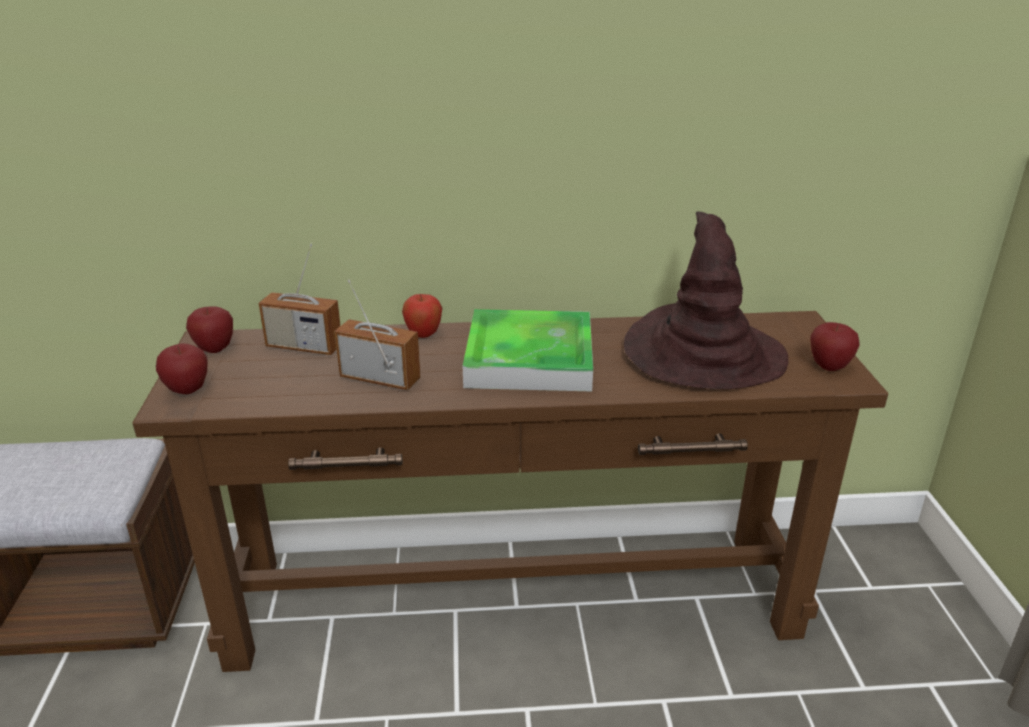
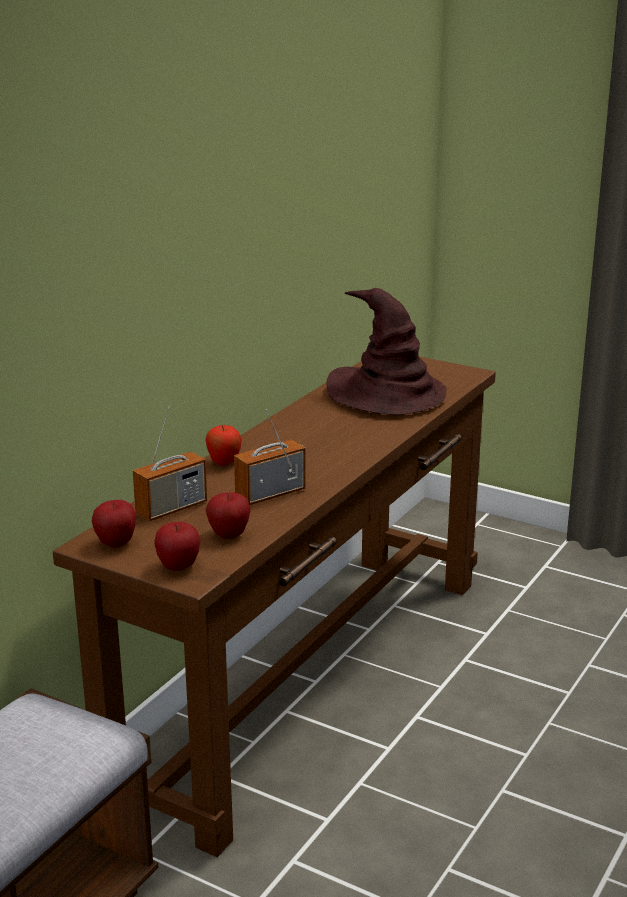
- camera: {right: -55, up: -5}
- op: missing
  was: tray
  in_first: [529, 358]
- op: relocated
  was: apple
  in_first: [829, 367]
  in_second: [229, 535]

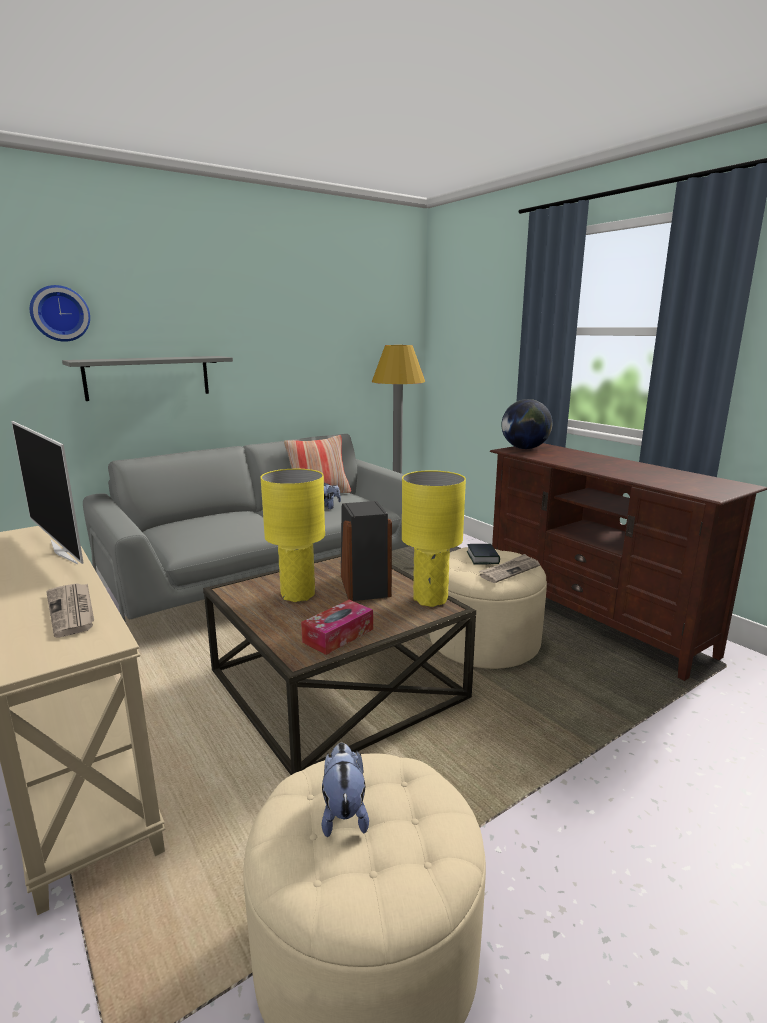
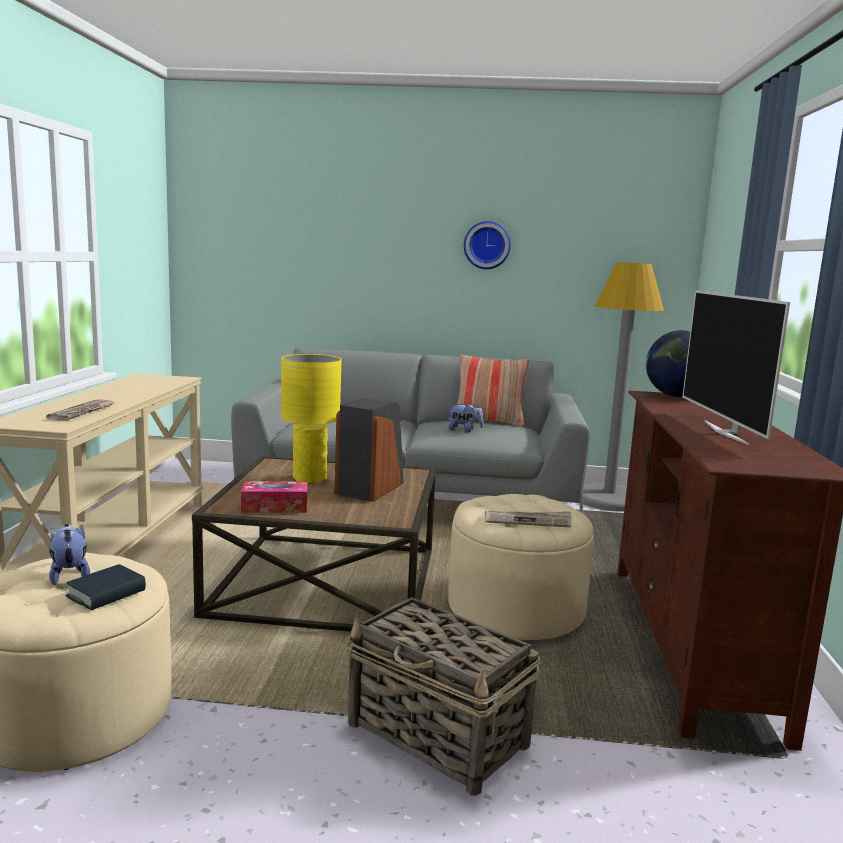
- camera: {right: 40, up: -5}
- op: relocated
  was: TV set
  in_first: [65, 551]
  in_second: [726, 432]
- op: relocated
  was: wall clock
  in_first: [59, 313]
  in_second: [487, 245]
- op: missing
  was: greyish shelf
  in_first: [148, 377]
- op: spun
  was: cuddly toy
  in_first: [344, 812]
  in_second: [69, 575]
  clockwise: -60
- op: missing
  was: yellow-coloured tabletop lamp
  in_first: [430, 599]
- op: relocated
  was: book
  in_first: [482, 558]
  in_second: [106, 594]
- op: appeared
  now: household basket
  in_second: [438, 736]

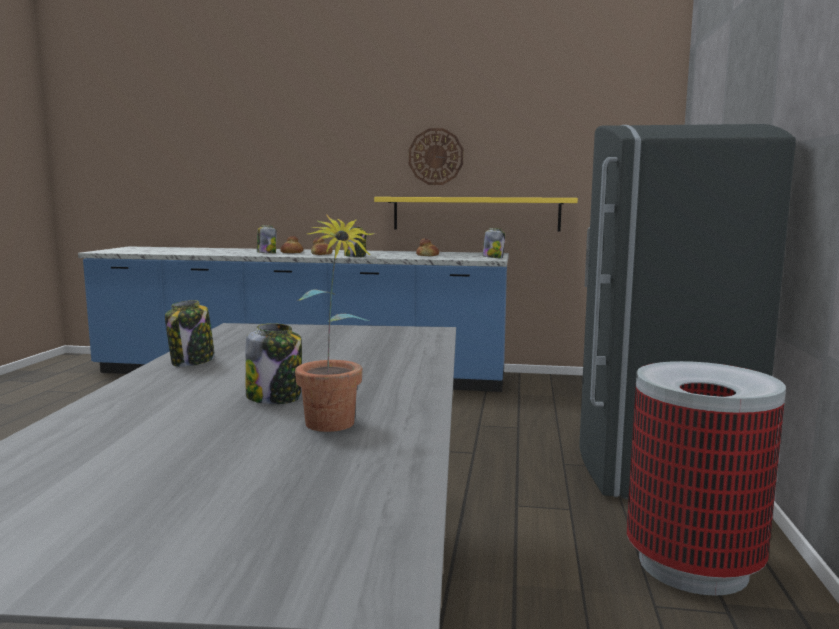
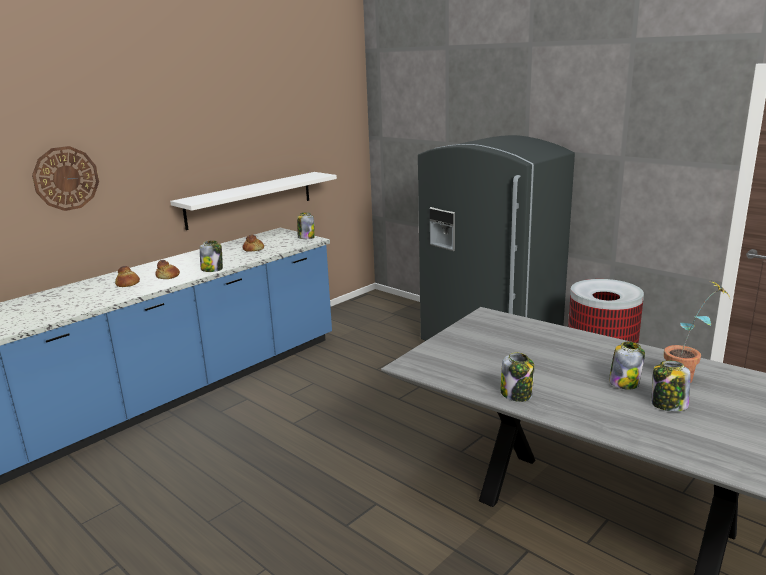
- camera: {right: -55, up: 10}
- op: relocated
  was: preserve jar
  in_first: [266, 253]
  in_second: [668, 405]
- op: colour
  was: yellow-coloured shelf
  now: white-coloured shelf
  in_first: [476, 213]
  in_second: [250, 199]
- op: relocated
  was: wall clock
  in_first: [436, 156]
  in_second: [66, 178]

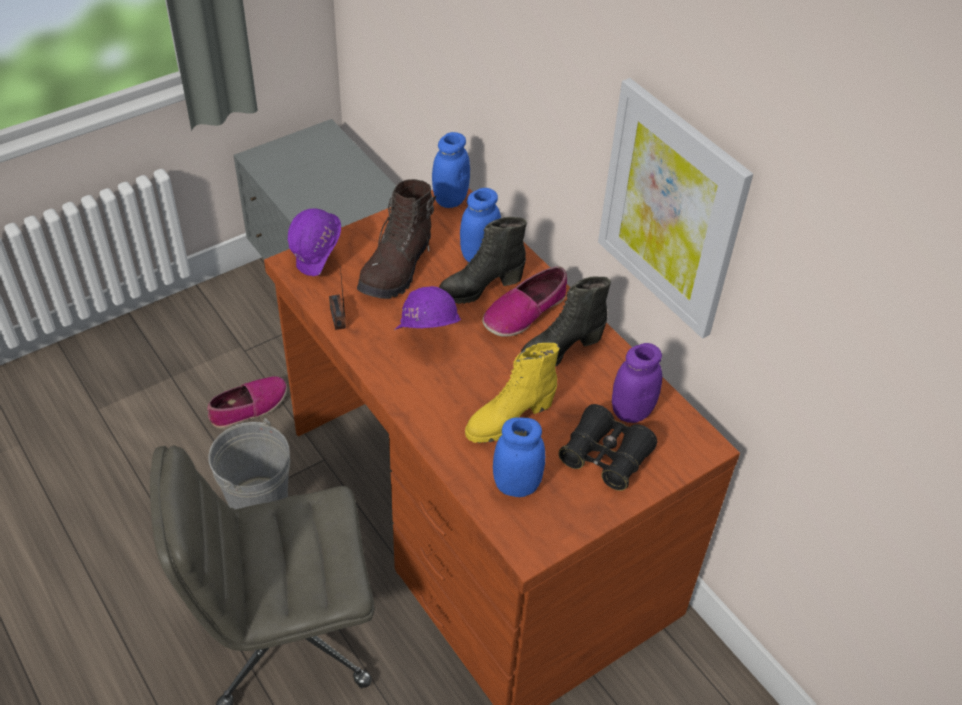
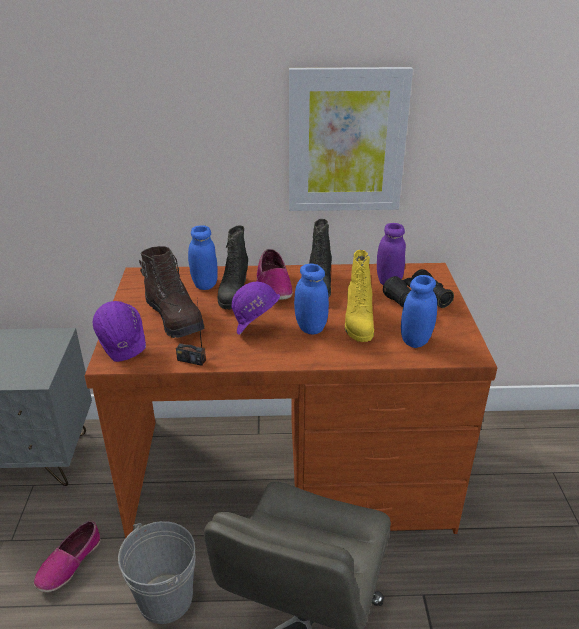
- camera: {right: -55, up: -15}
- op: spun
  was: low shoe
  in_first: [249, 407]
  in_second: [69, 563]
  clockwise: -150
- op: relocated
  was: blue-coloured preserve jar
  in_first: [450, 199]
  in_second: [310, 327]

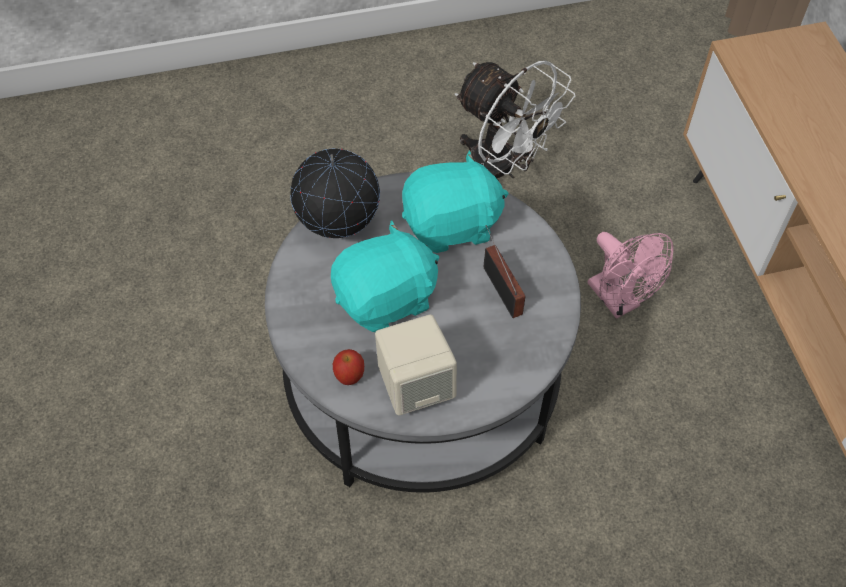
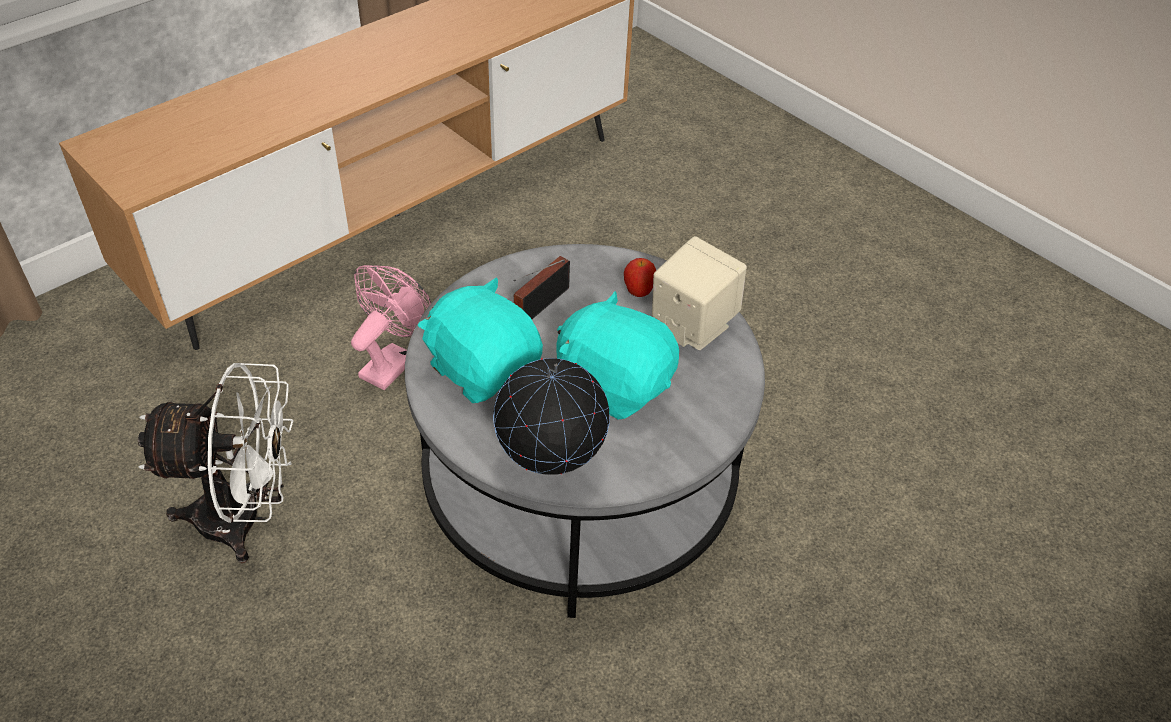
- camera: {right: -120, up: -10}
- op: relocated
  was: apple
  in_first: [349, 377]
  in_second: [638, 292]
- op: spun
  was: white-coloured electric fan
  in_first: [502, 170]
  in_second: [246, 519]
  clockwise: 75

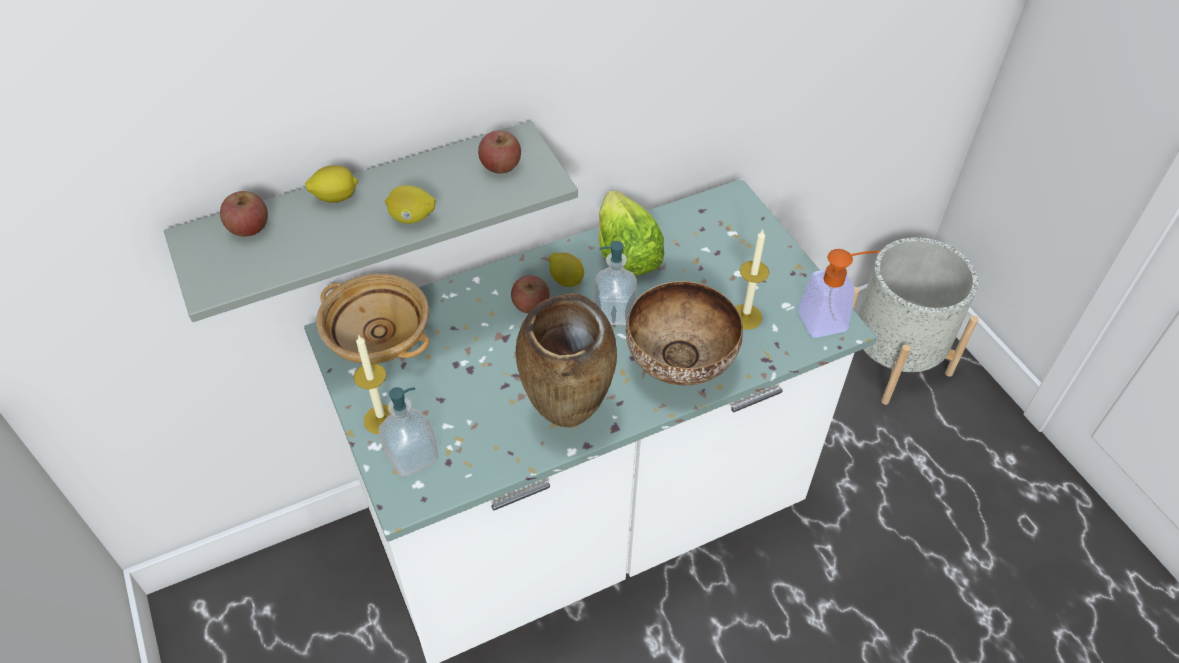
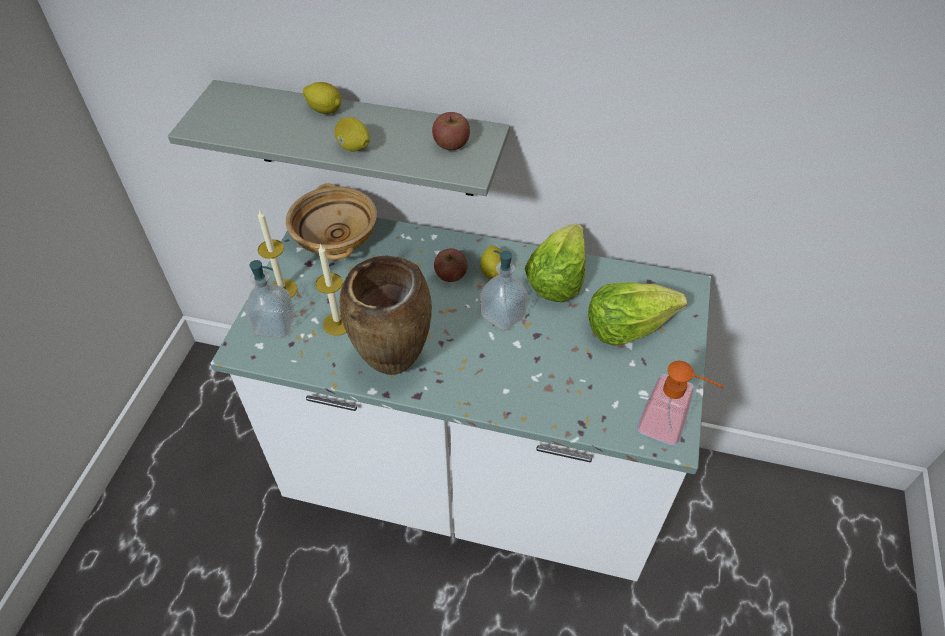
- camera: {right: 40, up: 0}
- op: missing
  was: apple
  in_first: [249, 228]
- op: missing
  was: bowl
  in_first: [678, 367]
- op: relocated
  was: wax light
  in_first: [745, 316]
  in_second: [338, 323]
- op: missing
  was: greyish planter
  in_first: [892, 359]
- op: appeared
  now: lettuce head
  in_second: [627, 325]

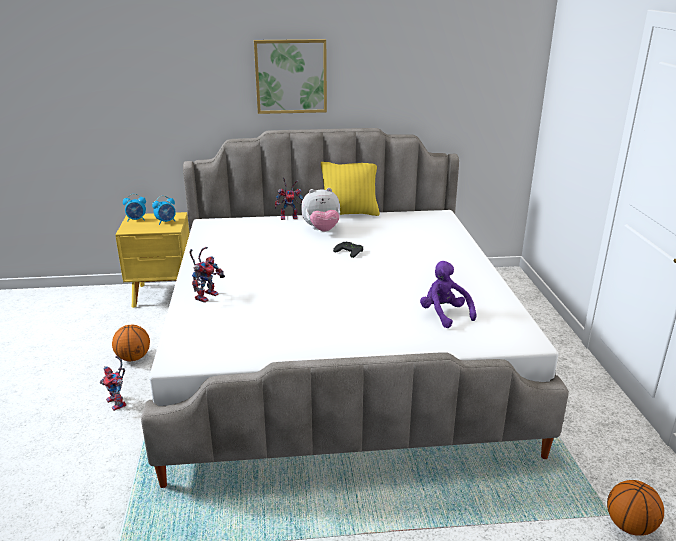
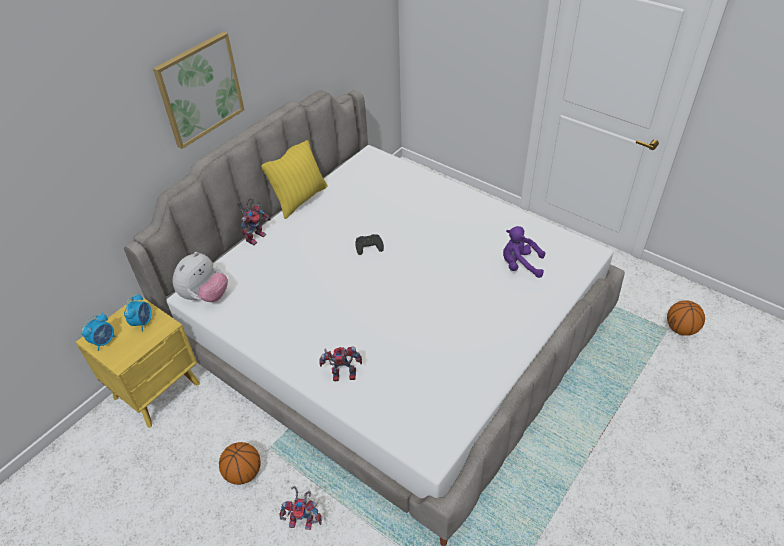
- camera: {right: -45, up: 20}
- op: spun
  was: toy robot
  in_first: [206, 295]
  in_second: [342, 376]
  clockwise: -75
- op: relocated
  was: cuddly toy
  in_first: [322, 230]
  in_second: [205, 296]

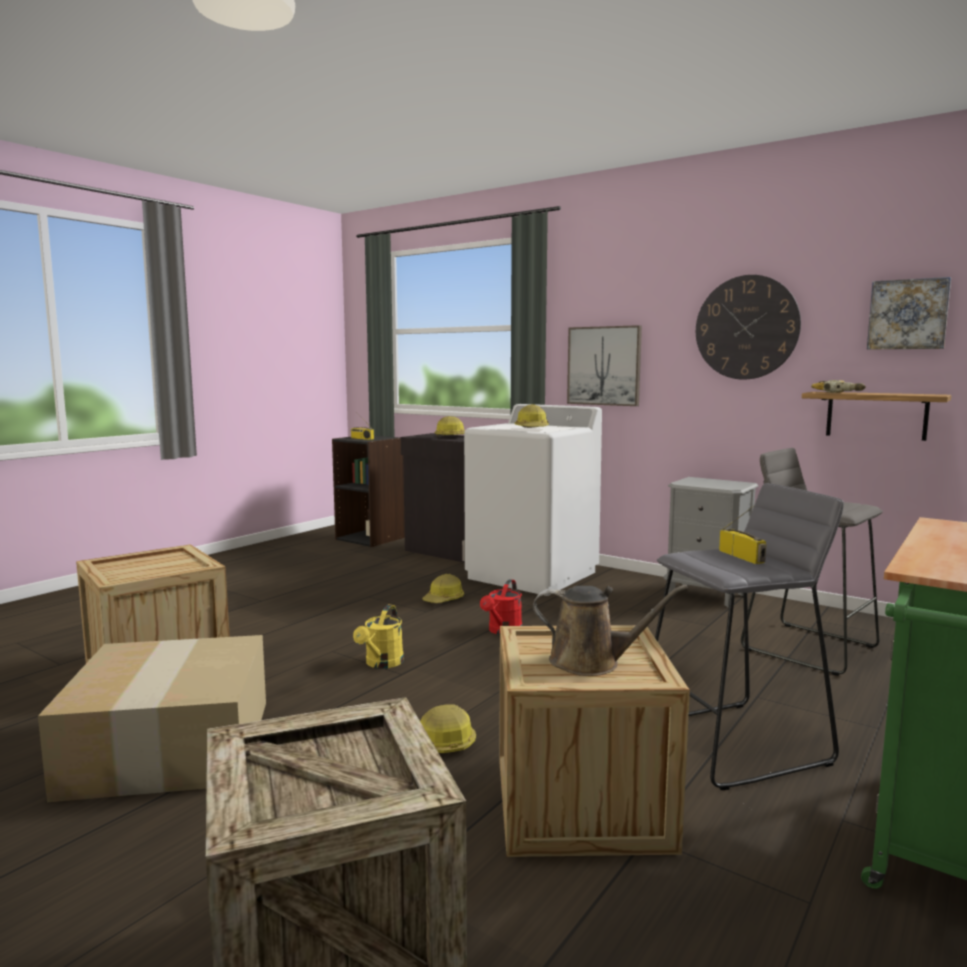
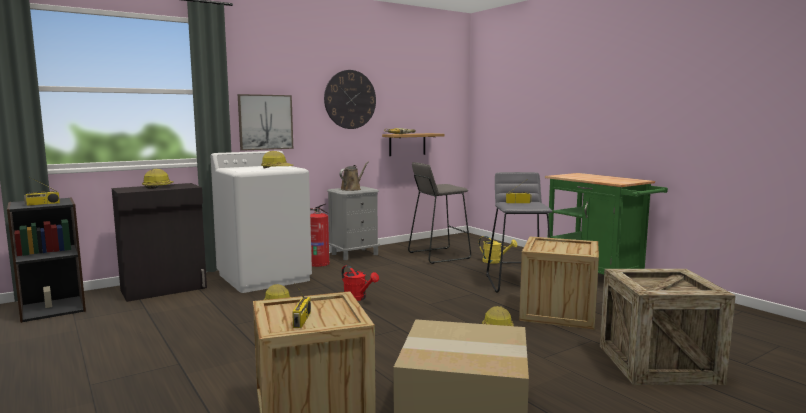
- camera: {right: -70, up: 0}
- op: relocated
  was: yellow-coloured watering pot
  in_first: [381, 664]
  in_second: [495, 261]
- op: relocated
  was: brownish watering pot
  in_first: [591, 662]
  in_second: [352, 189]
- op: missing
  was: wall art
  in_first: [908, 314]
- op: appeared
  now: radio
  in_second: [302, 320]
- op: appeared
  now: fire-fighting cylinder
  in_second: [318, 263]

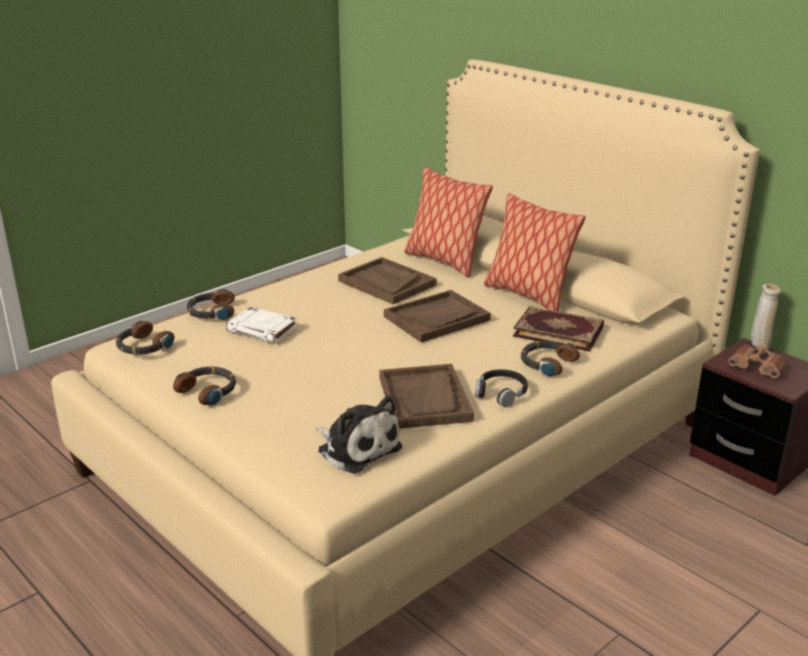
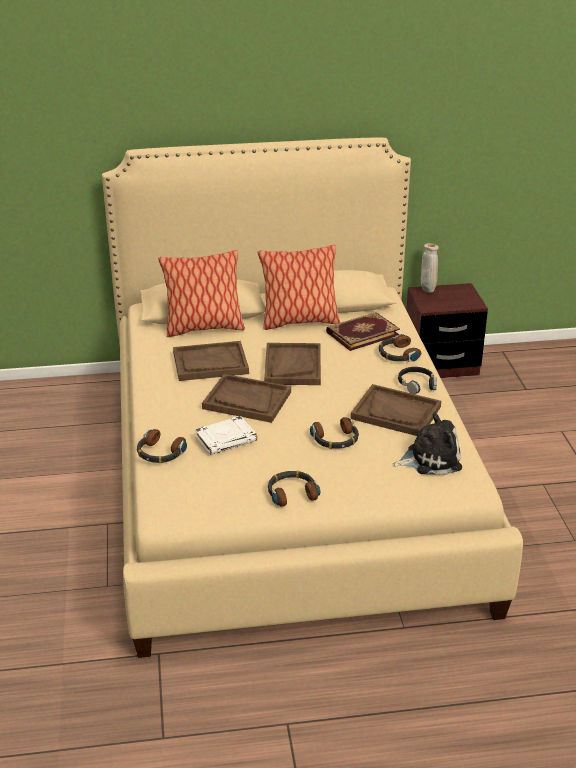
- camera: {right: -55, up: 5}
- op: relocated
  was: pair of headphones
  in_first: [143, 347]
  in_second: [335, 440]
- op: missing
  was: brownish binoculars
  in_first: [758, 370]
- op: appeared
  now: brownish tray
  in_second: [246, 400]

